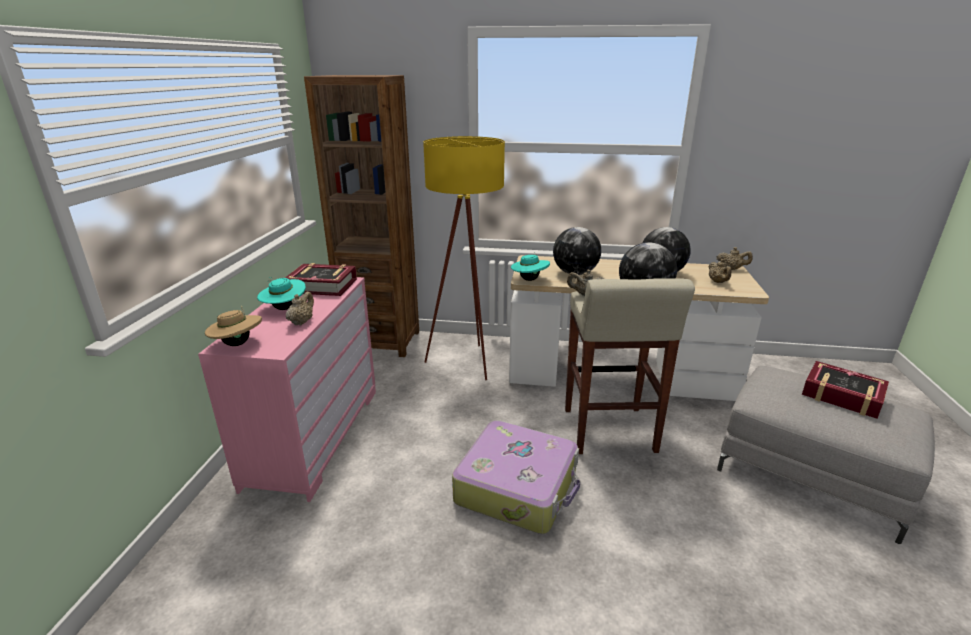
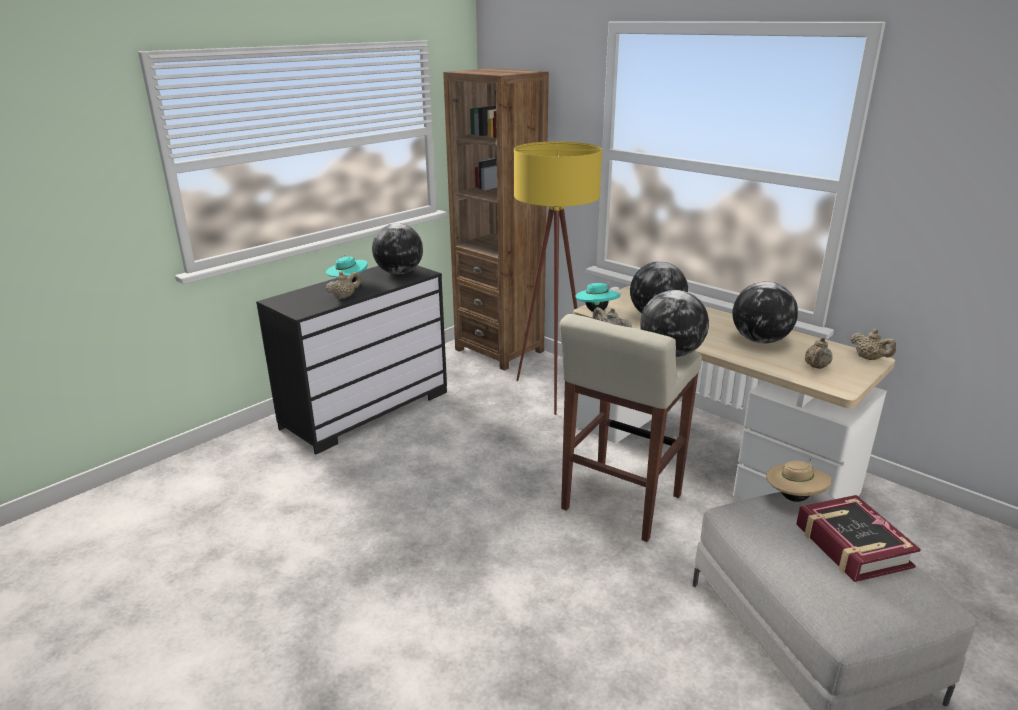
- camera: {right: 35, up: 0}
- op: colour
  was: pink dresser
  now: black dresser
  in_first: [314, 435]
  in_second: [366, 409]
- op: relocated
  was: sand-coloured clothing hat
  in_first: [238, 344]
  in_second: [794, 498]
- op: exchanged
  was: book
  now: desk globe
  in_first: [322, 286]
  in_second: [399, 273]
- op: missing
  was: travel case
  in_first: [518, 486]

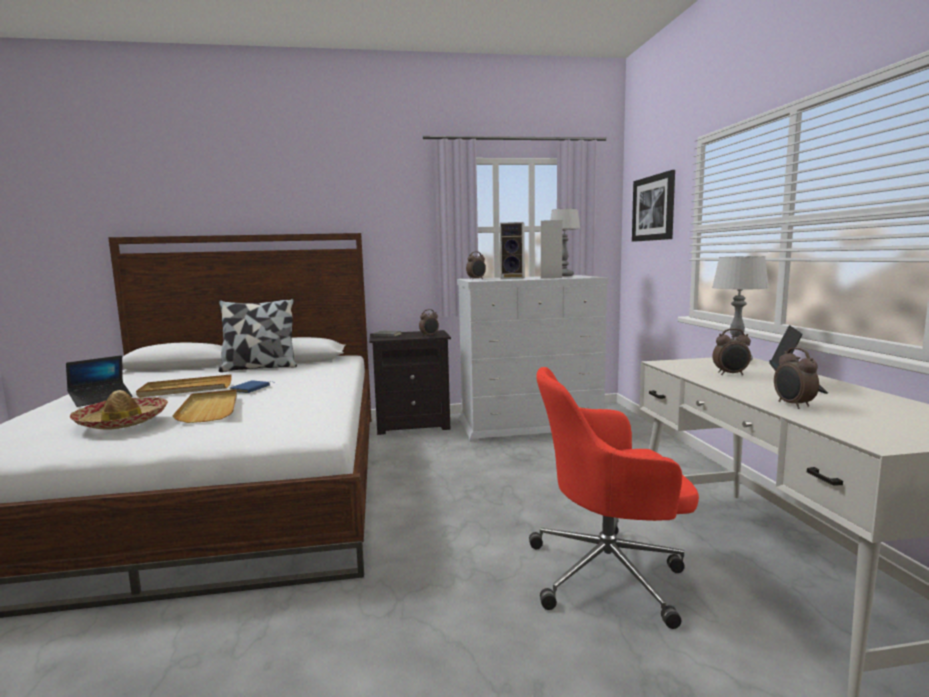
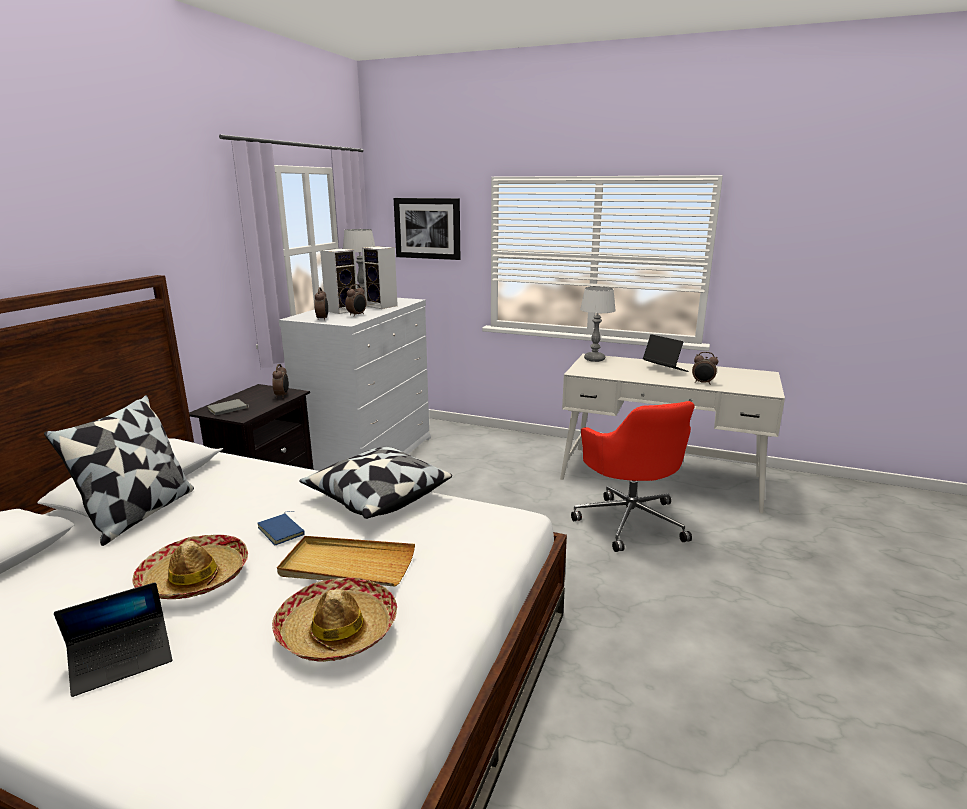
- camera: {right: -60, up: 10}
- op: spun
  was: portable computer
  in_first: [101, 399]
  in_second: [122, 661]
  clockwise: 75
- op: exchanged
  was: sand-coloured tray
  now: clothing hat
  in_first: [186, 389]
  in_second: [195, 578]
- op: spun
  was: red-coloured desk chair
  in_first: [609, 573]
  in_second: [630, 520]
  clockwise: -45
- op: relocated
  was: table clock
  in_first: [731, 374]
  in_second: [357, 315]
- op: appeared
  now: cushion
  in_second: [376, 497]

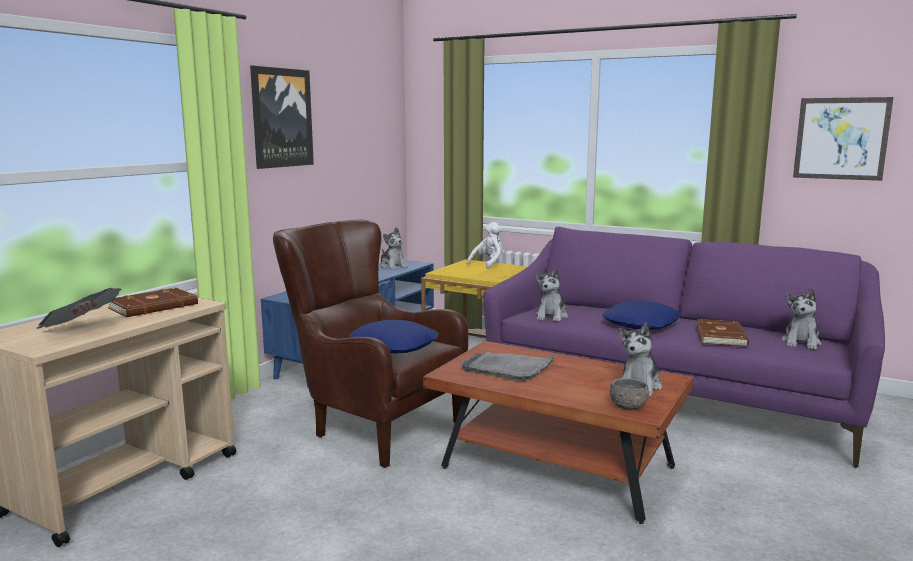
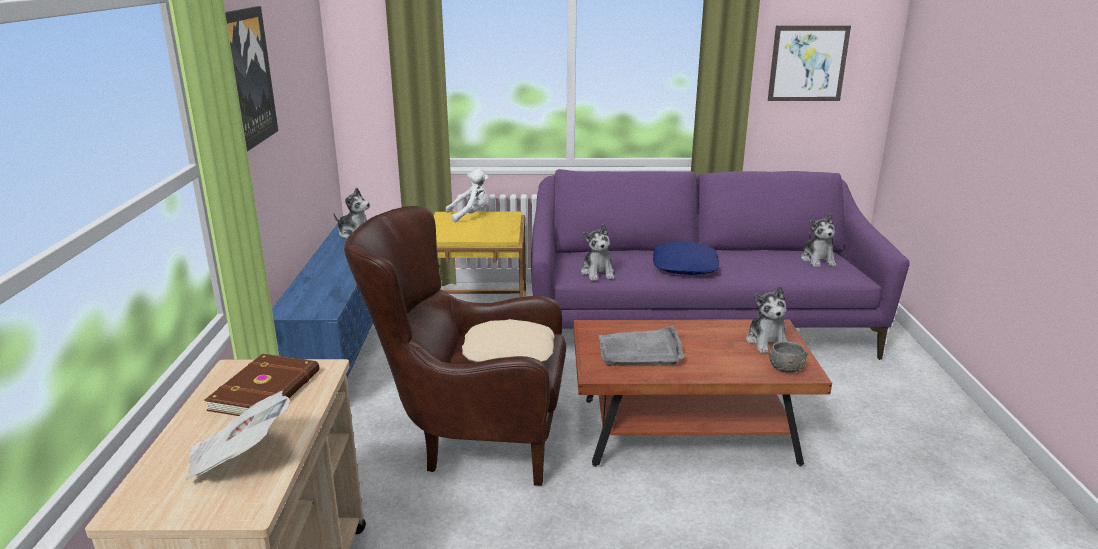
- camera: {right: -30, up: 10}
- op: colour
  was: blue-coloured cushion
  now: sand-coloured cushion
  in_first: [394, 346]
  in_second: [509, 352]
- op: spun
  was: white-coloured cuddly toy
  in_first: [488, 264]
  in_second: [471, 215]
  clockwise: 60
- op: missing
  was: brownish book
  in_first: [722, 336]

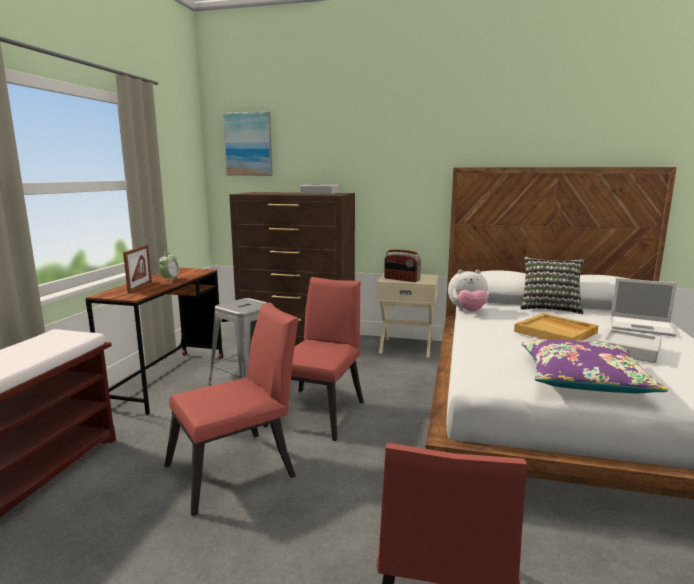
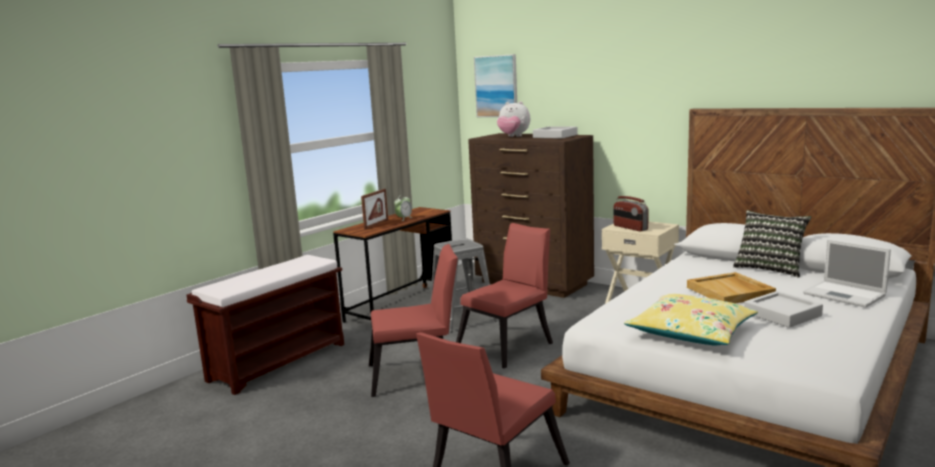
- camera: {right: 25, up: 0}
- op: relocated
  was: cuddly toy
  in_first: [468, 312]
  in_second: [513, 136]
- op: colour
  was: purplish cushion
  now: yellow-coloured cushion
  in_first: [583, 380]
  in_second: [691, 332]

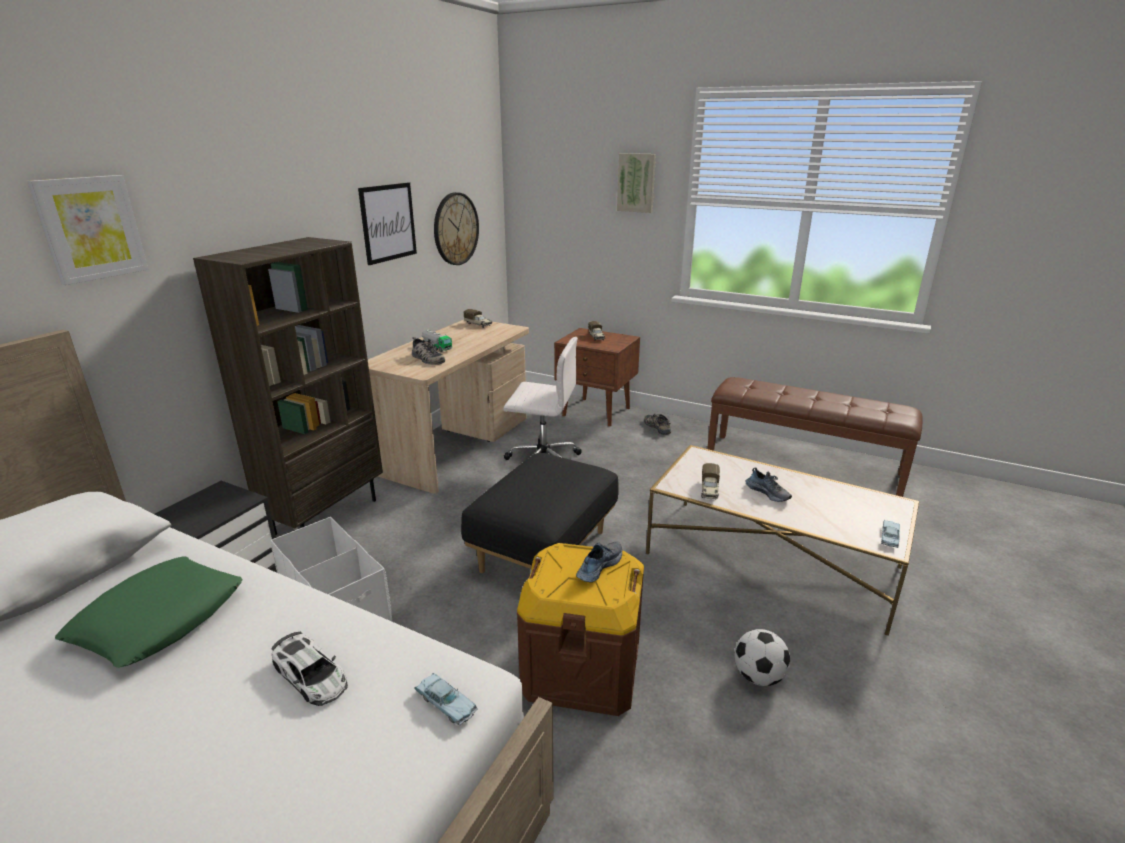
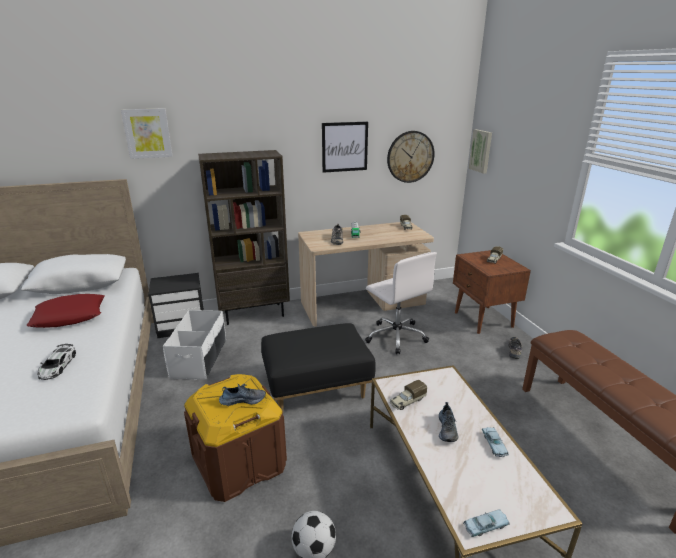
- camera: {right: 45, up: 0}
- op: colour
  was: greenish cushion
  now: red-coloured cushion
  in_first: [159, 618]
  in_second: [70, 316]
- op: relocated
  was: blue-coloured toy car
  in_first: [446, 703]
  in_second: [494, 444]
- op: relocated
  was: wall art
  in_first: [636, 182]
  in_second: [481, 151]

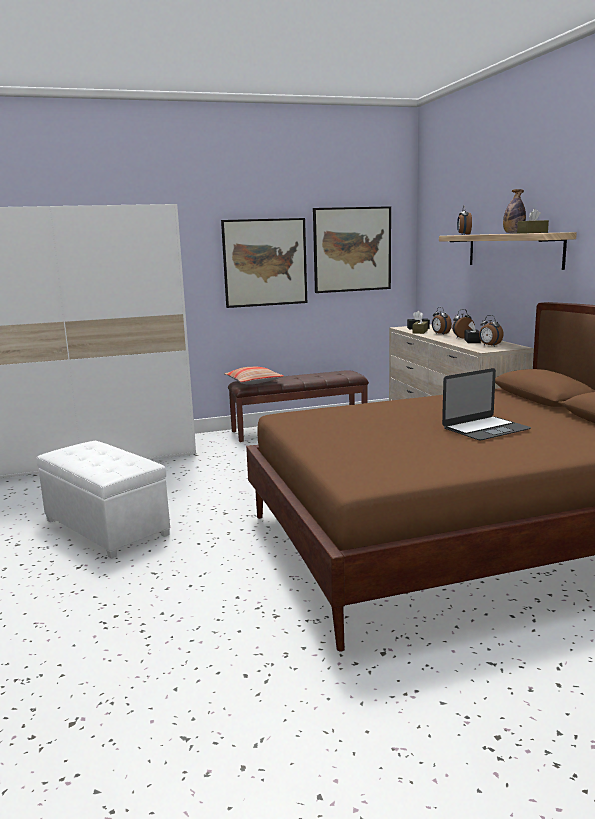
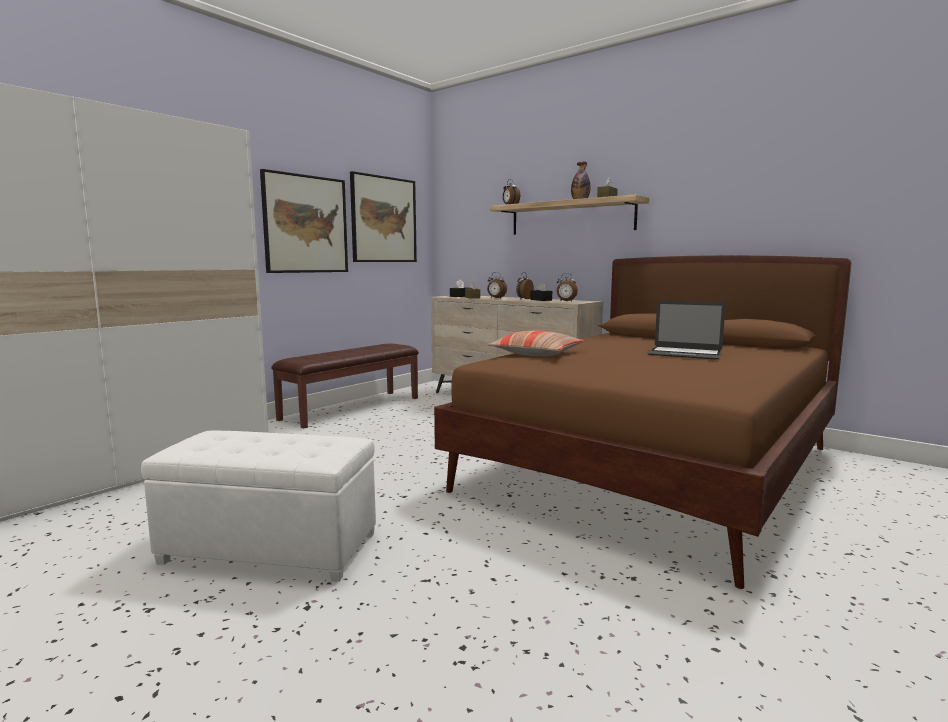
- camera: {right: -35, up: -5}
- op: relocated
  was: cushion
  in_first: [254, 382]
  in_second: [537, 354]
- op: spun
  was: portable computer
  in_first: [485, 428]
  in_second: [684, 353]
  clockwise: 90

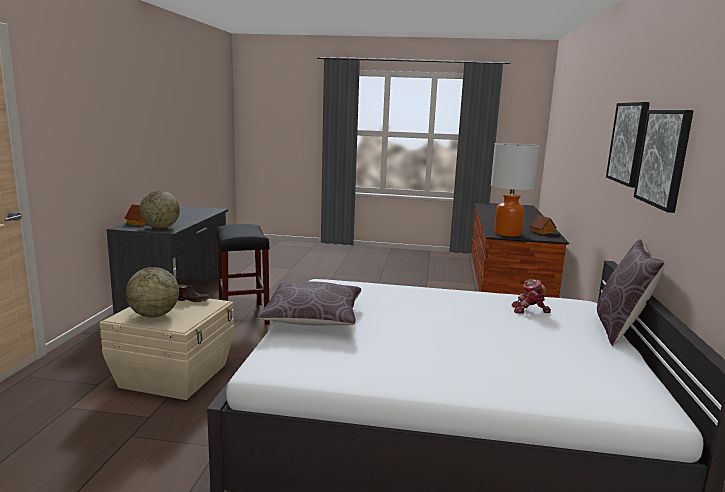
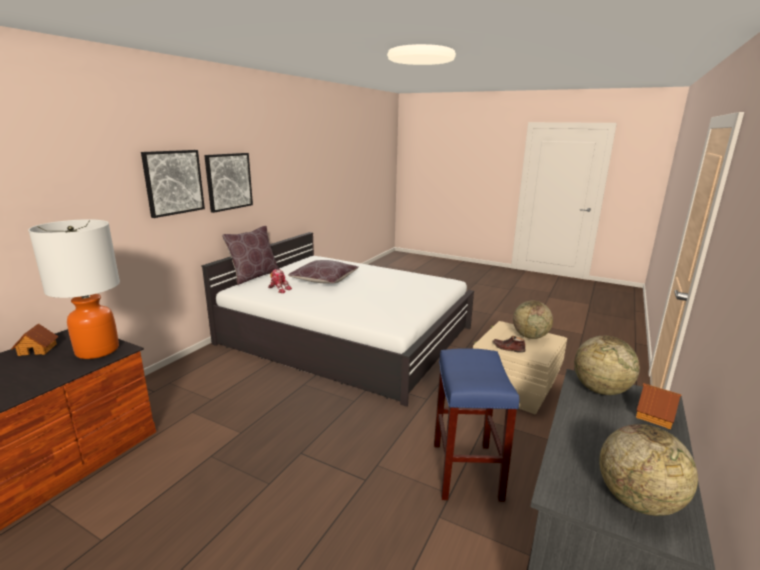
- camera: {right: -160, up: 5}
- op: colour
  was: black stool
  now: blue-coloured stool
  in_first: [244, 316]
  in_second: [465, 470]
- op: relocated
  was: brownish cushion
  in_first: [313, 318]
  in_second: [324, 280]
- op: appeared
  now: desk globe
  in_second: [637, 501]

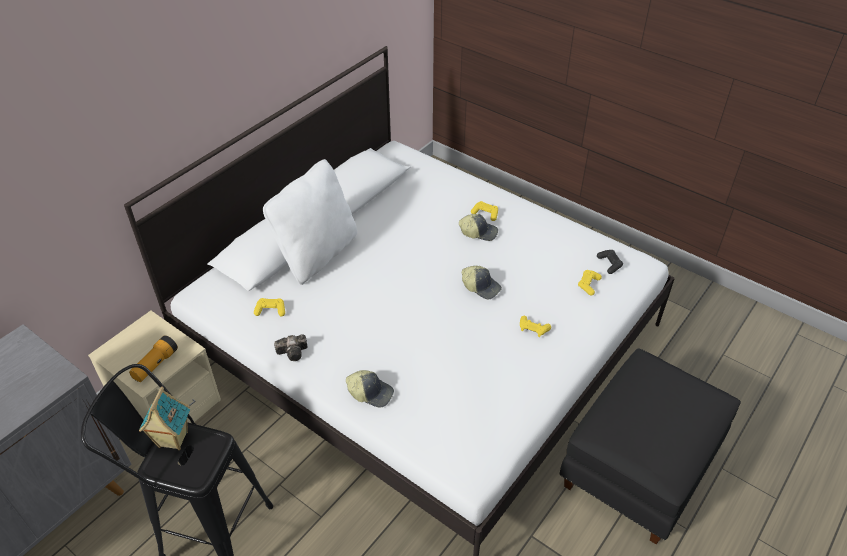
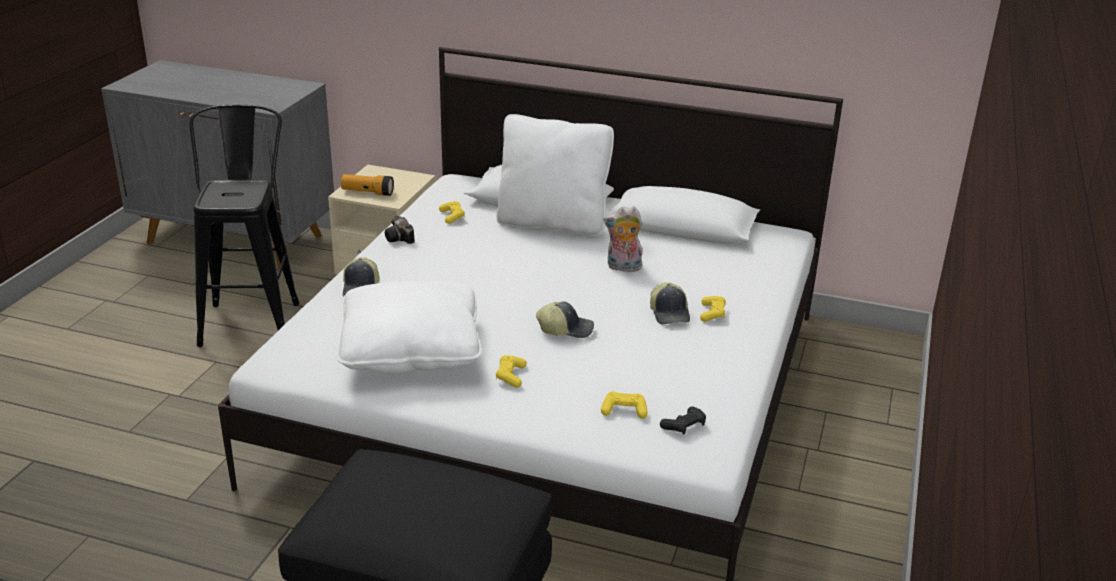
- camera: {right: 70, up: -15}
- op: missing
  was: model house
  in_first: [172, 440]
- op: spun
  was: baseball cap
  in_first: [481, 286]
  in_second: [565, 329]
  clockwise: -105
- op: appeared
  now: white-coloured cushion
  in_second: [411, 349]
- op: appeared
  now: cuddly toy
  in_second: [623, 268]

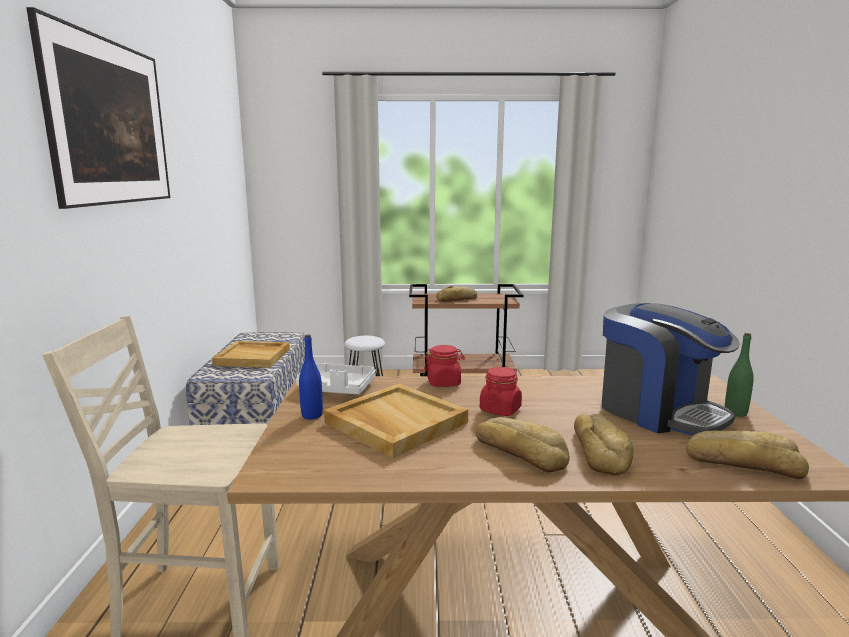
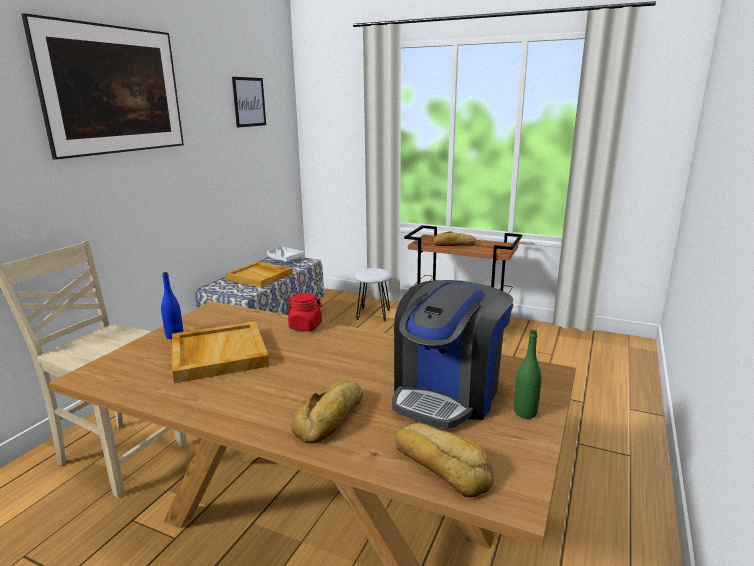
- camera: {right: 25, up: 5}
- op: relocated
  was: white-coloured tray
  in_first: [336, 388]
  in_second: [284, 259]
- op: missing
  was: bread
  in_first: [521, 451]
- op: missing
  was: red-coloured preserve jar
  in_first: [500, 409]
- op: spun
  was: coffee machine
  in_first: [659, 411]
  in_second: [447, 393]
  clockwise: 45
- op: appeared
  now: wall art
  in_second: [249, 102]

